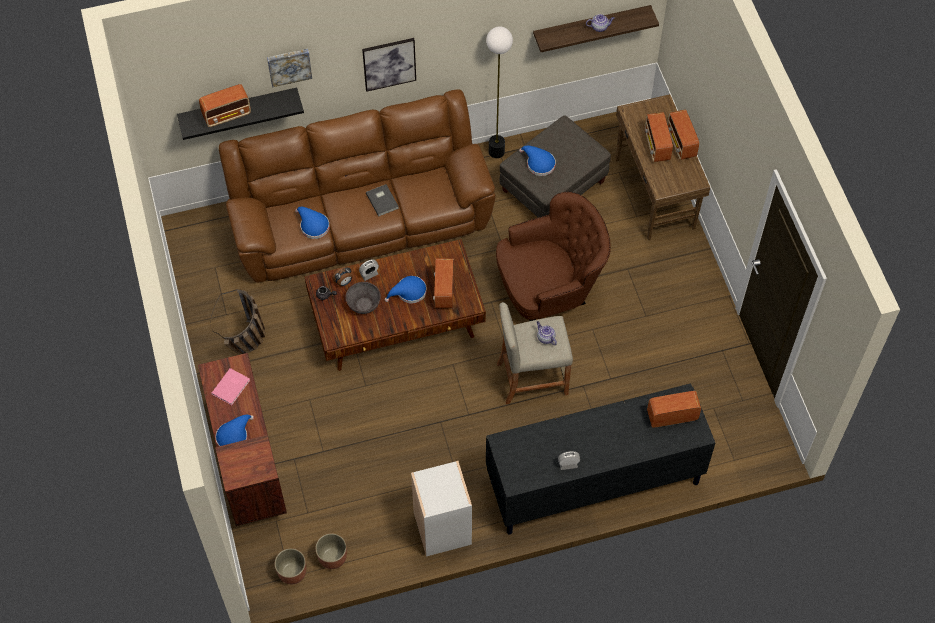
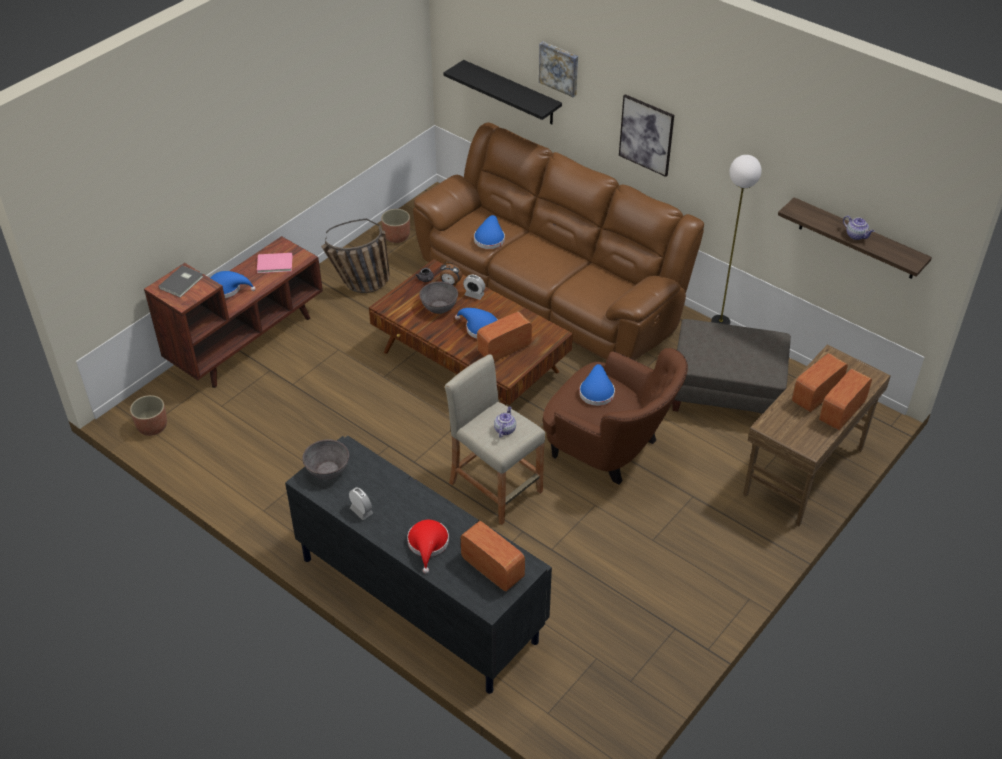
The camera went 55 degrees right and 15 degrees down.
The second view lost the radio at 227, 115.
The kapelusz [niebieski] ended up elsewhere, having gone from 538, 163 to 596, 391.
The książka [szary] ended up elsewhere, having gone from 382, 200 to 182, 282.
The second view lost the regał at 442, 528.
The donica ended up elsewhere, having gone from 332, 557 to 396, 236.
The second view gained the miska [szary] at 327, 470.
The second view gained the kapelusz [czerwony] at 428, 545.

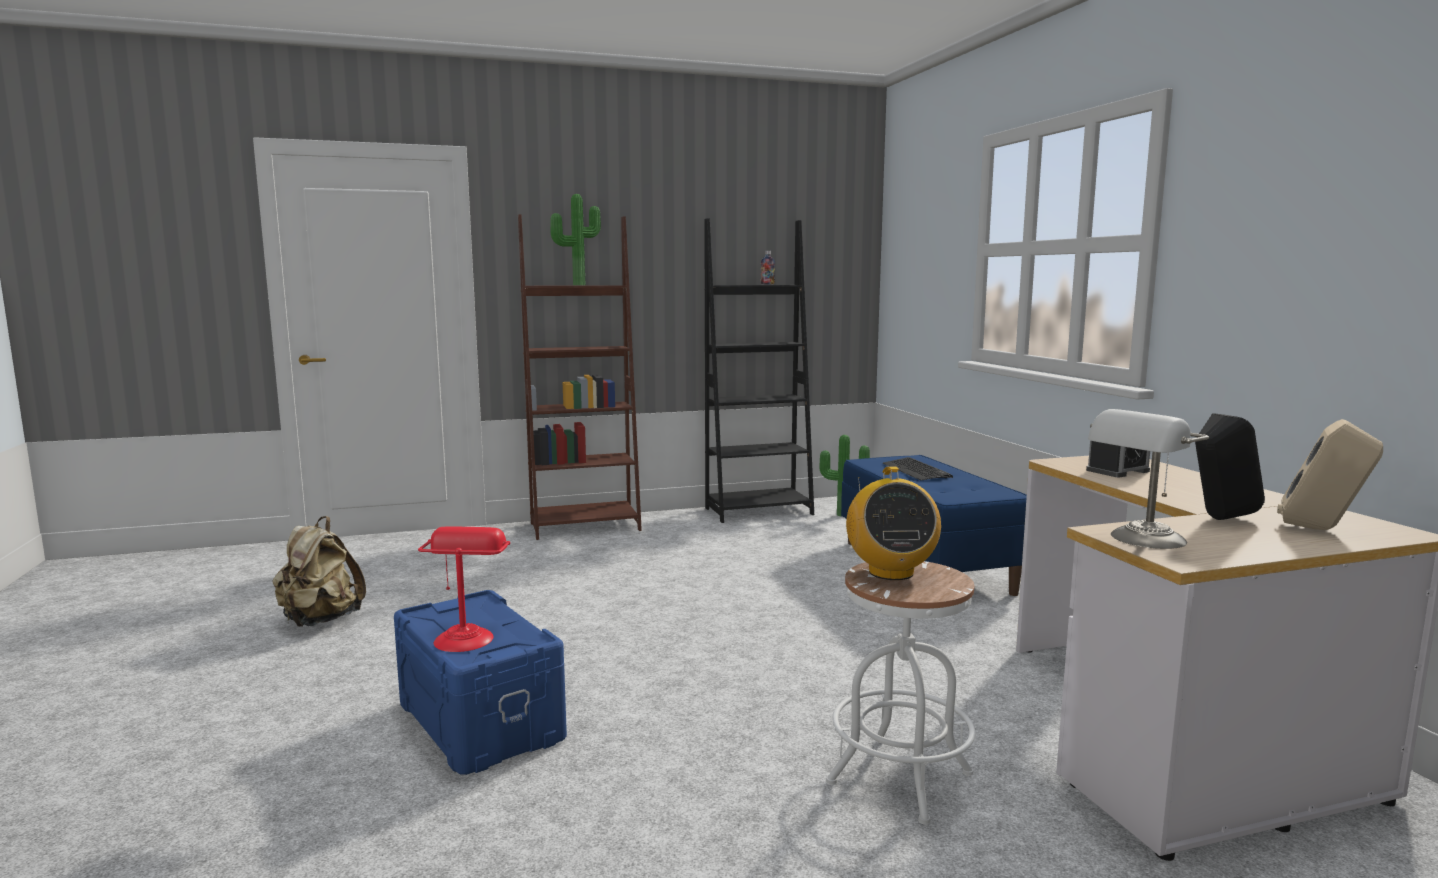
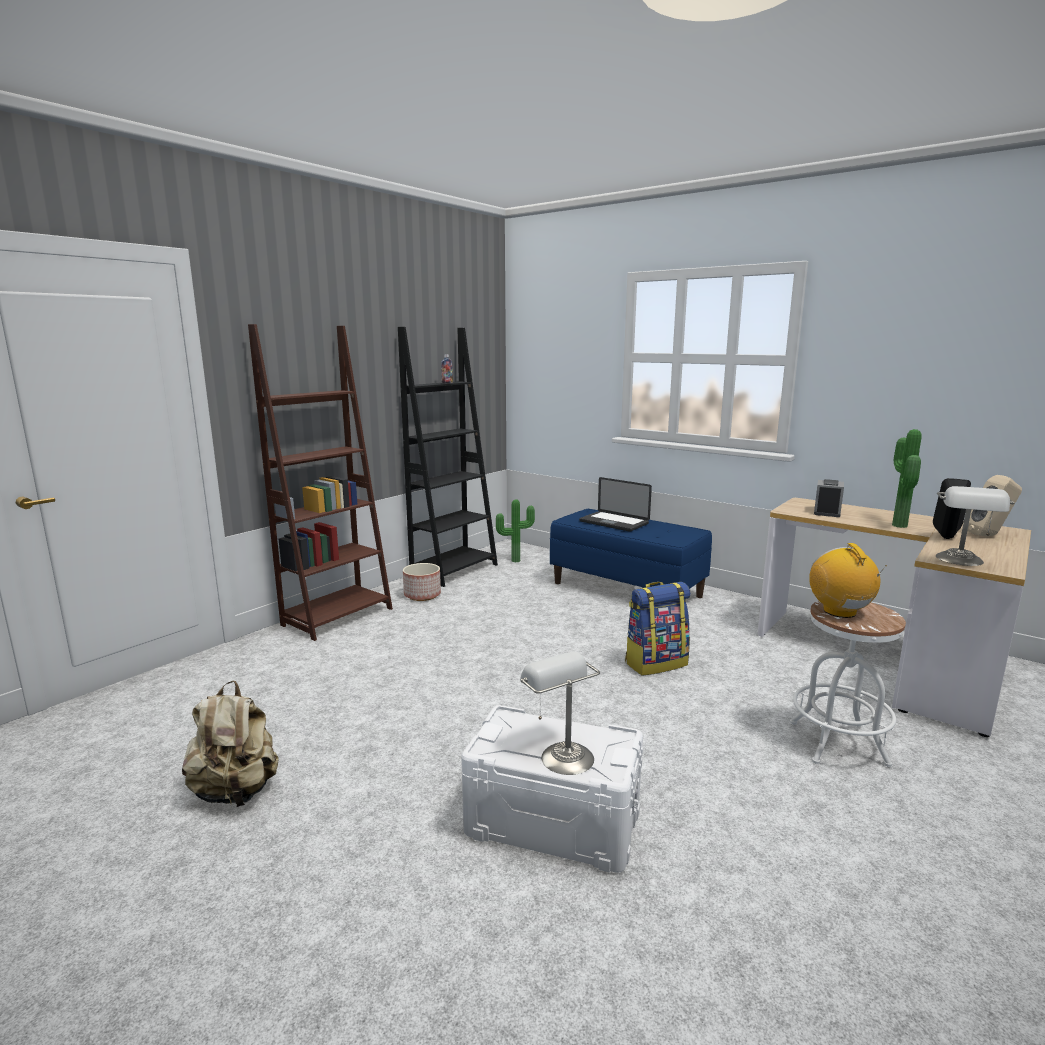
The camera went 35 degrees left and 5 degrees up.
The roślina doniczkowa ended up elsewhere, having gone from 577, 285 to 896, 525.
Where the klawiatura stood at 916, 471, the laptop came to stand at 613, 522.
The radio at 890, 572 ended up facing another way, 150 degrees counterclockwise from before.
What was the lampa stołowa [czerwony] at 466, 634 turned into the lampa stołowa [biały] at 559, 752.
What was the pojemnik do przechowywania [niebieski] at 482, 720 turned into the pojemnik do przechowywania [biały] at 553, 820.
The second view gained the donica at 423, 595.
The second view gained the plecak at 655, 663.

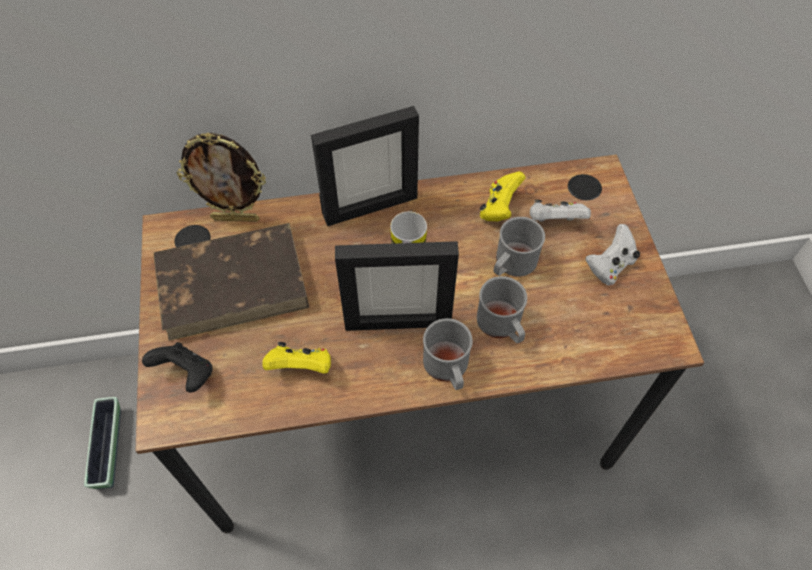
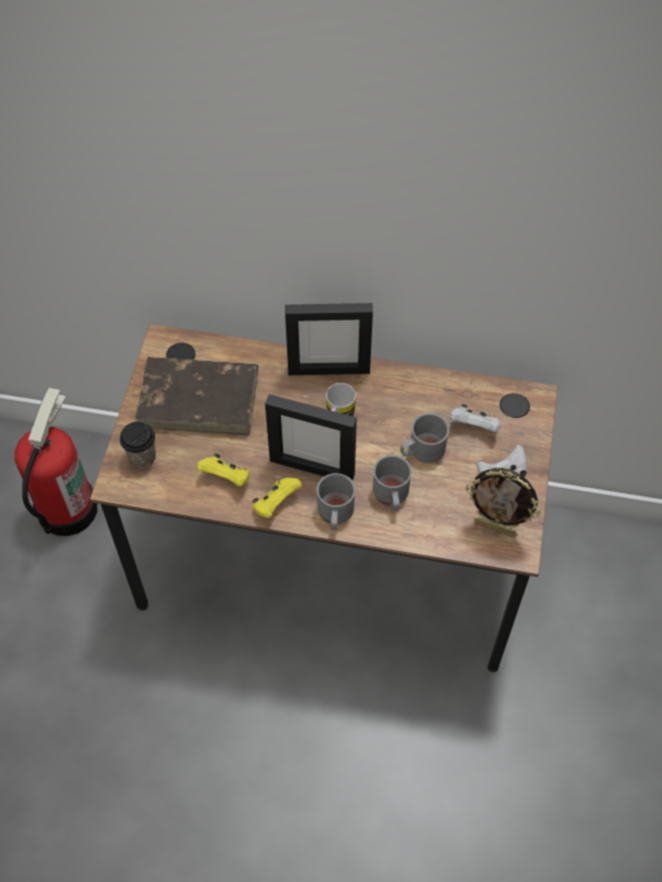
The camera went 20 degrees right and 0 degrees up.
The ramka na zdjęcie ended up elsewhere, having gone from 236, 218 to 495, 527.
The pad do gier [żółty] ended up elsewhere, having gone from 499, 208 to 275, 504.
Where the pad do gier [czarny] stood at 187, 374, the filiżanka came to stand at 142, 457.
Where the donica stood at 109, 448, the gaśnica came to stand at 66, 508.

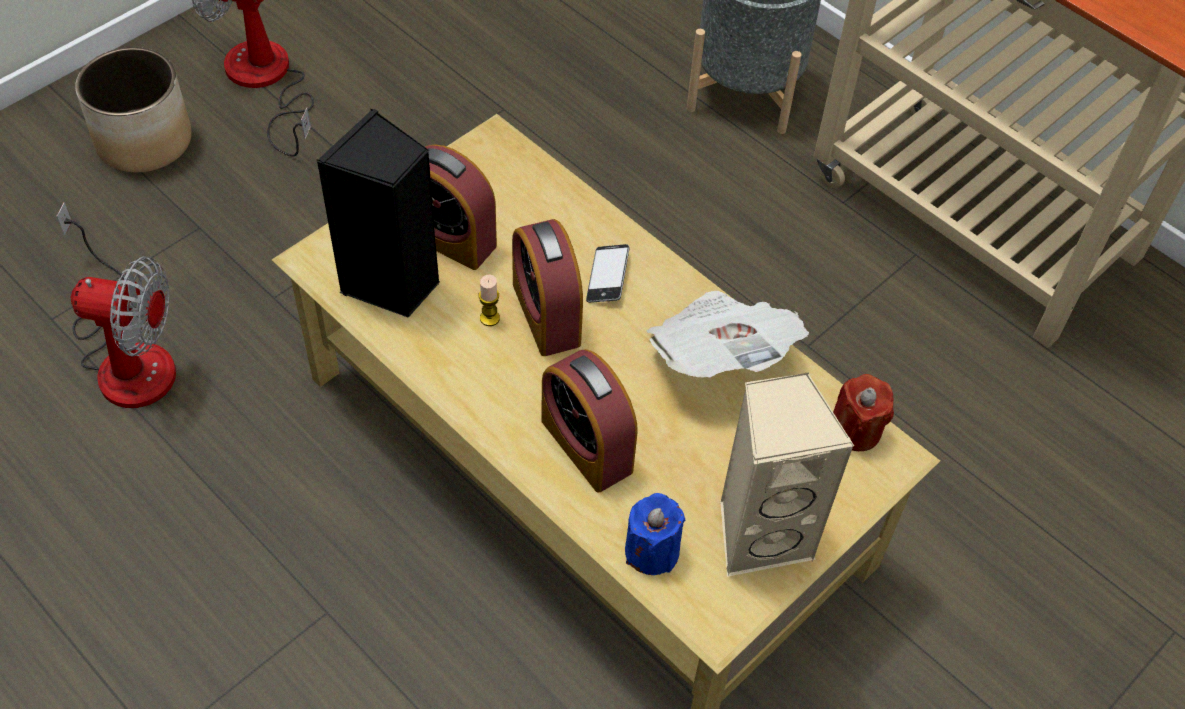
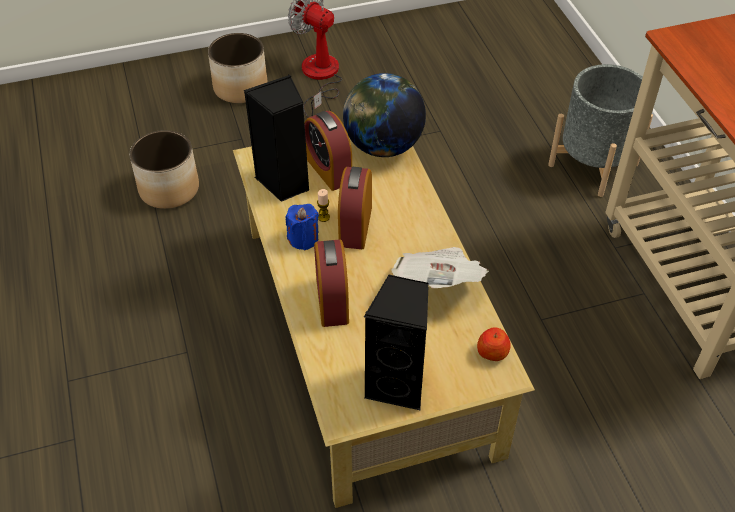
The camera went 30 degrees right and 5 degrees down.
Where the wentylator stood at 128, 355, the donica came to stand at 169, 188.
The second view lost the telefon at 607, 277.
What was the głośnik [beżowy] at 760, 533 turned into the głośnik [czarny] at 398, 384.
Where the świeca [czerwony] stood at 855, 430, the jabłko came to stand at 492, 352.
The świeca [niebieski] ended up elsewhere, having gone from 652, 551 to 303, 239.
The second view gained the globus at 383, 146.

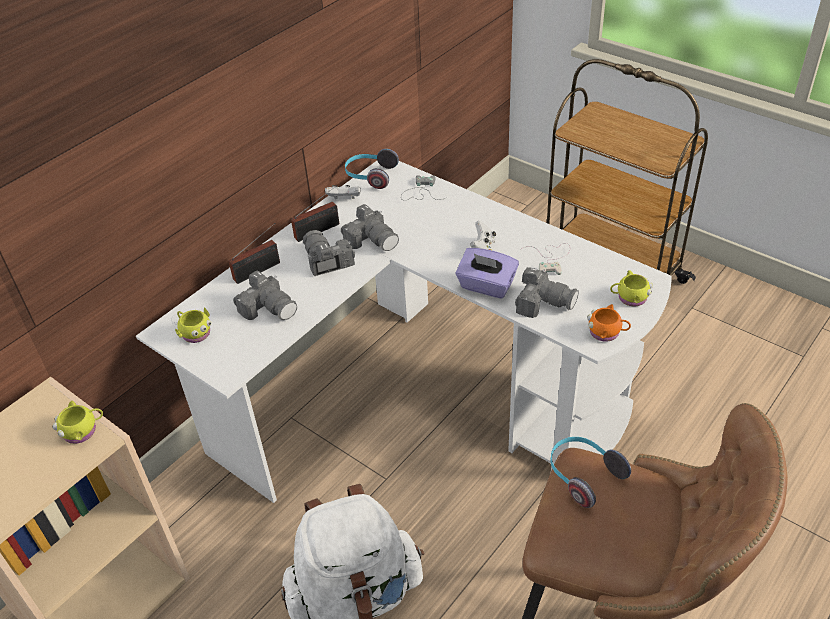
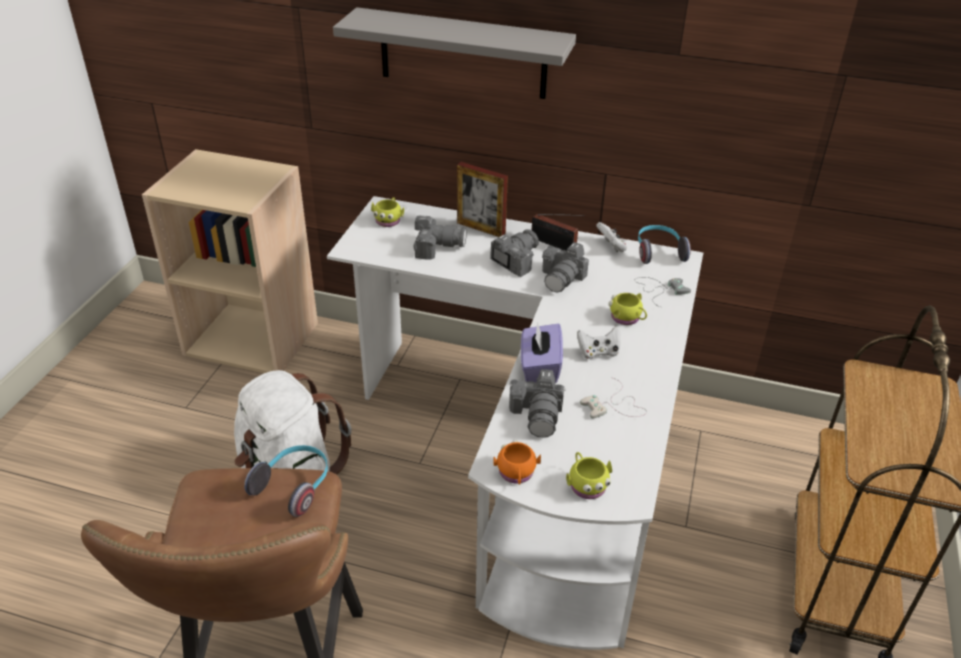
The camera went 65 degrees right and 5 degrees down.
Where the radio stood at 259, 270, the ramka na zdjęcie came to stand at 481, 229.
The aparat fotograficzny at 268, 308 ended up facing another way, 105 degrees counterclockwise from before.
The kubek [żółty] ended up elsewhere, having gone from 83, 430 to 627, 318.
The second view gained the półka [szary] at 463, 54.

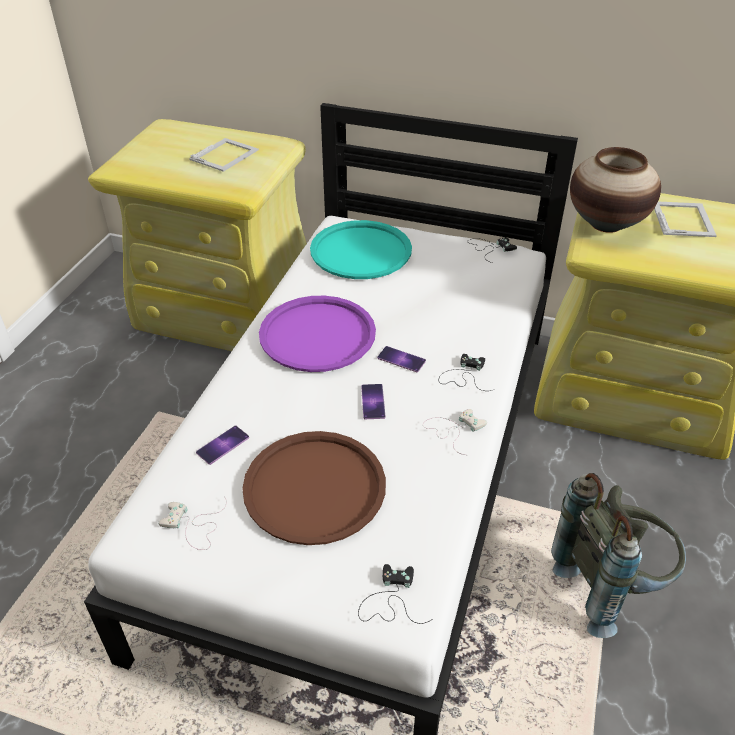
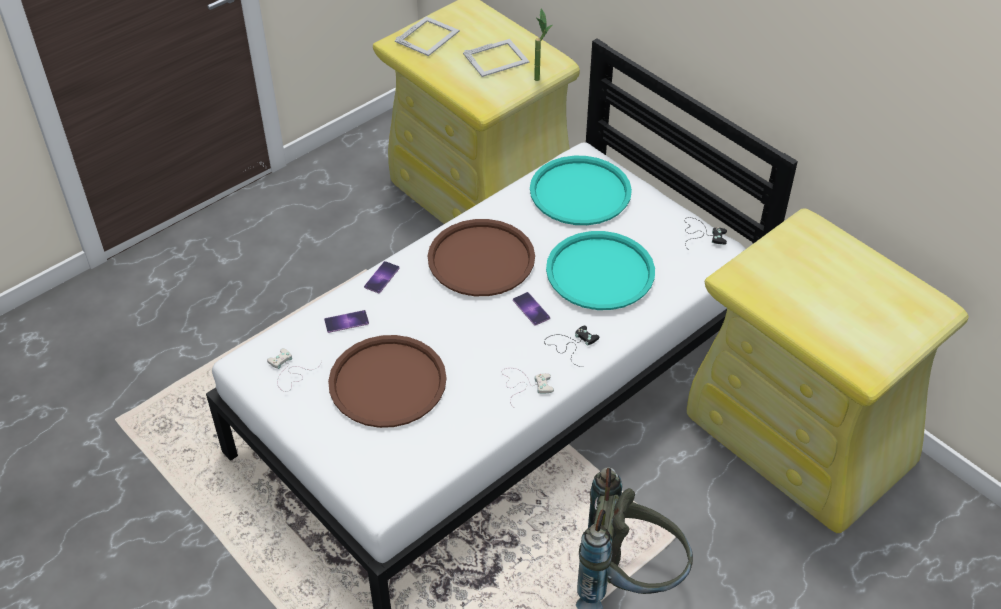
The camera went 30 degrees right and 5 degrees up.
The second view lost the wazon at 606, 224.
The ramka na zdjęcie ended up elsewhere, having gone from 683, 219 to 428, 36.
What was the taca [fioletowy] at 318, 334 turned into the taca [brązowy] at 481, 259.
The telefon ended up elsewhere, having gone from 373, 401 to 381, 277.
The second view lost the pad do gier [czarny] at 390, 600.
The second view gained the roślina doniczkowa at 539, 76.
The second view gained the taca [turkusowy] at 600, 272.

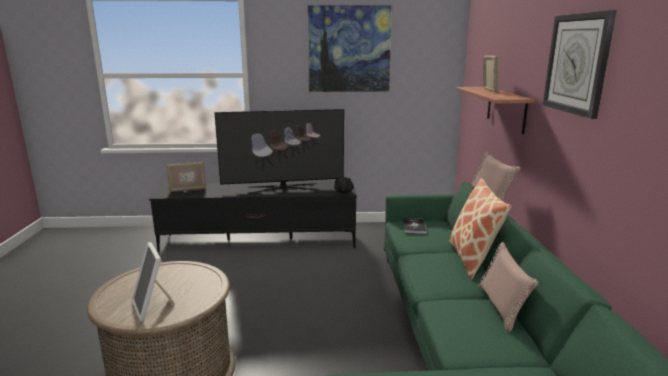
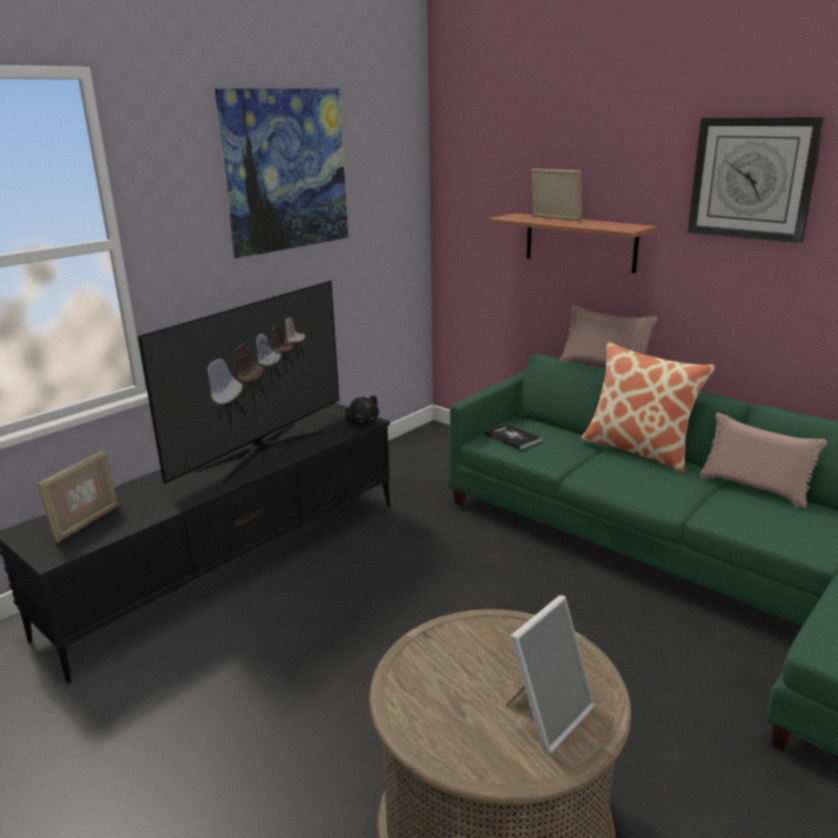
The camera went 45 degrees left and 5 degrees up.
The ramka na zdjęcie at 153, 307 ended up facing another way, 60 degrees counterclockwise from before.

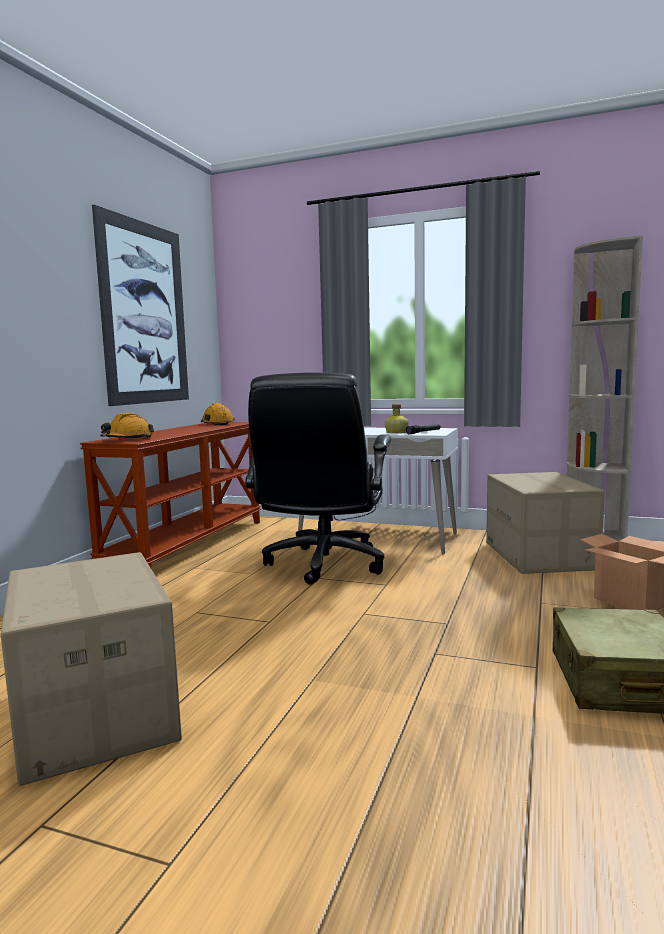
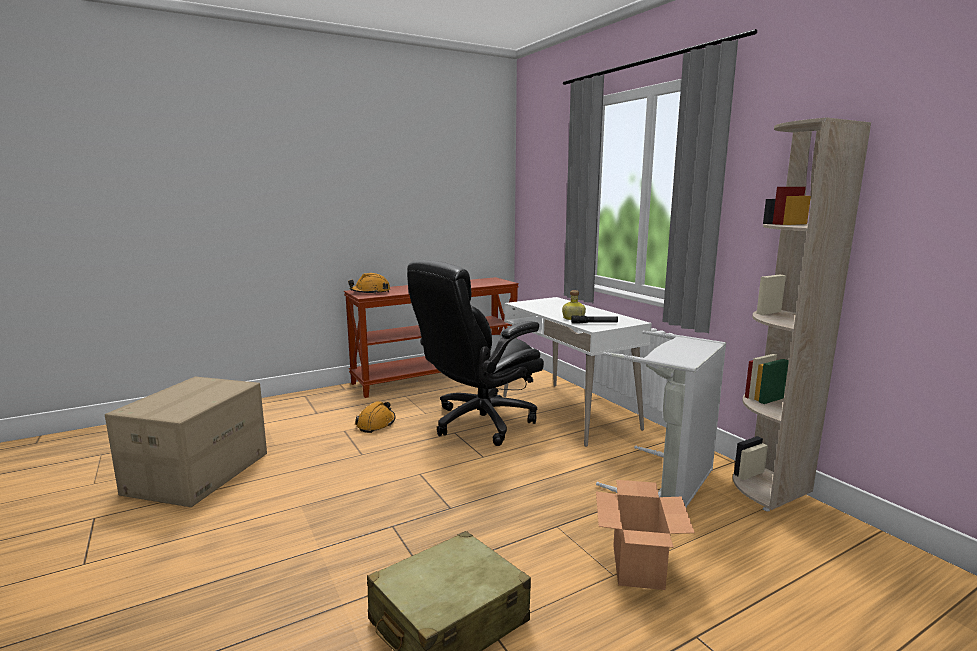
The camera went 40 degrees right and 5 degrees up.
The second view lost the obraz at 145, 313.
The kask [pomarańczowy] ended up elsewhere, having gone from 217, 423 to 376, 424.
Where the karton stood at 540, 556, the kosz na pranie [szary] came to stand at 669, 482.

